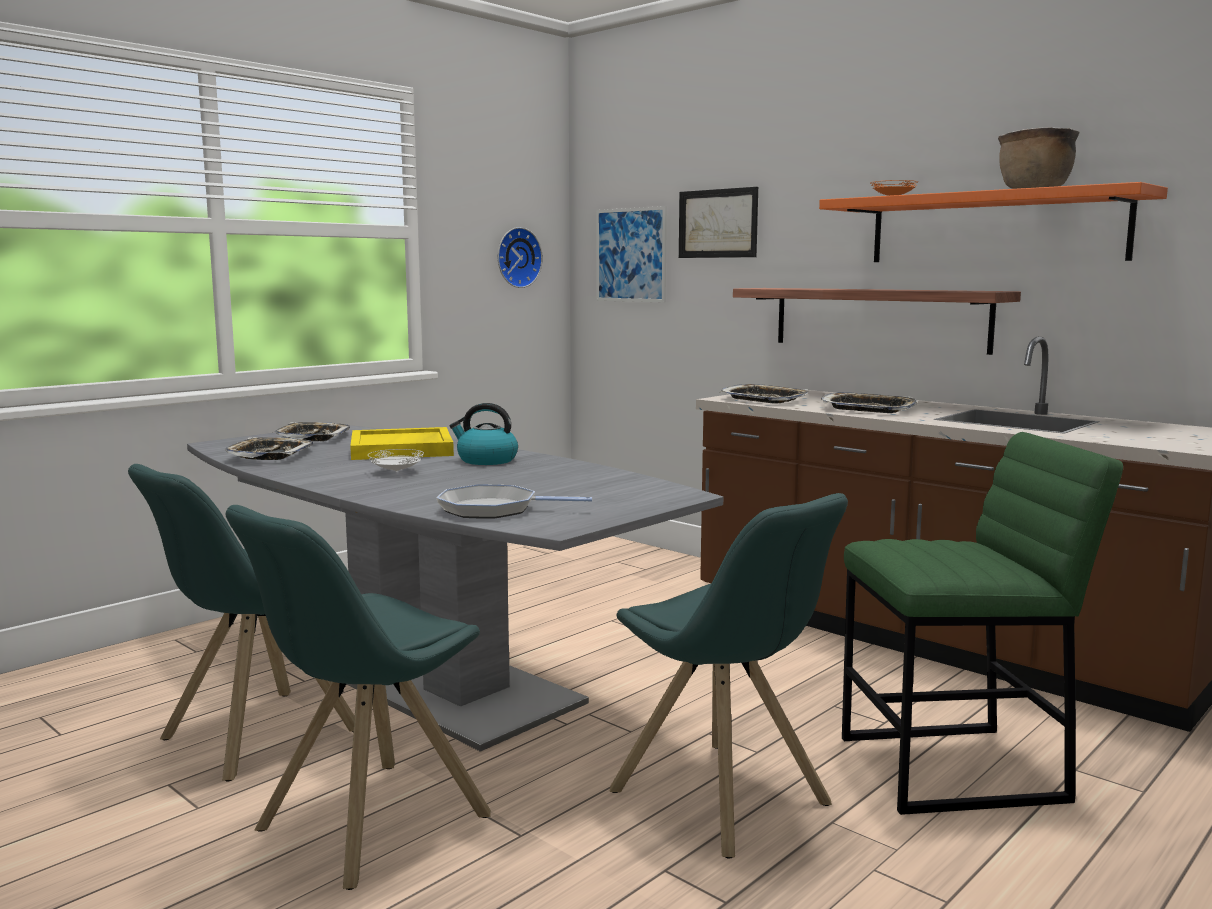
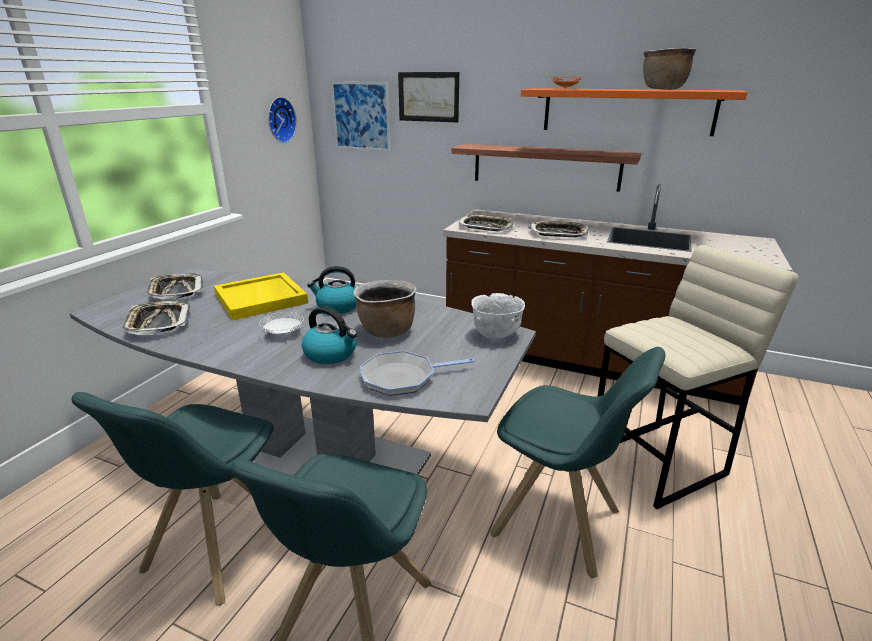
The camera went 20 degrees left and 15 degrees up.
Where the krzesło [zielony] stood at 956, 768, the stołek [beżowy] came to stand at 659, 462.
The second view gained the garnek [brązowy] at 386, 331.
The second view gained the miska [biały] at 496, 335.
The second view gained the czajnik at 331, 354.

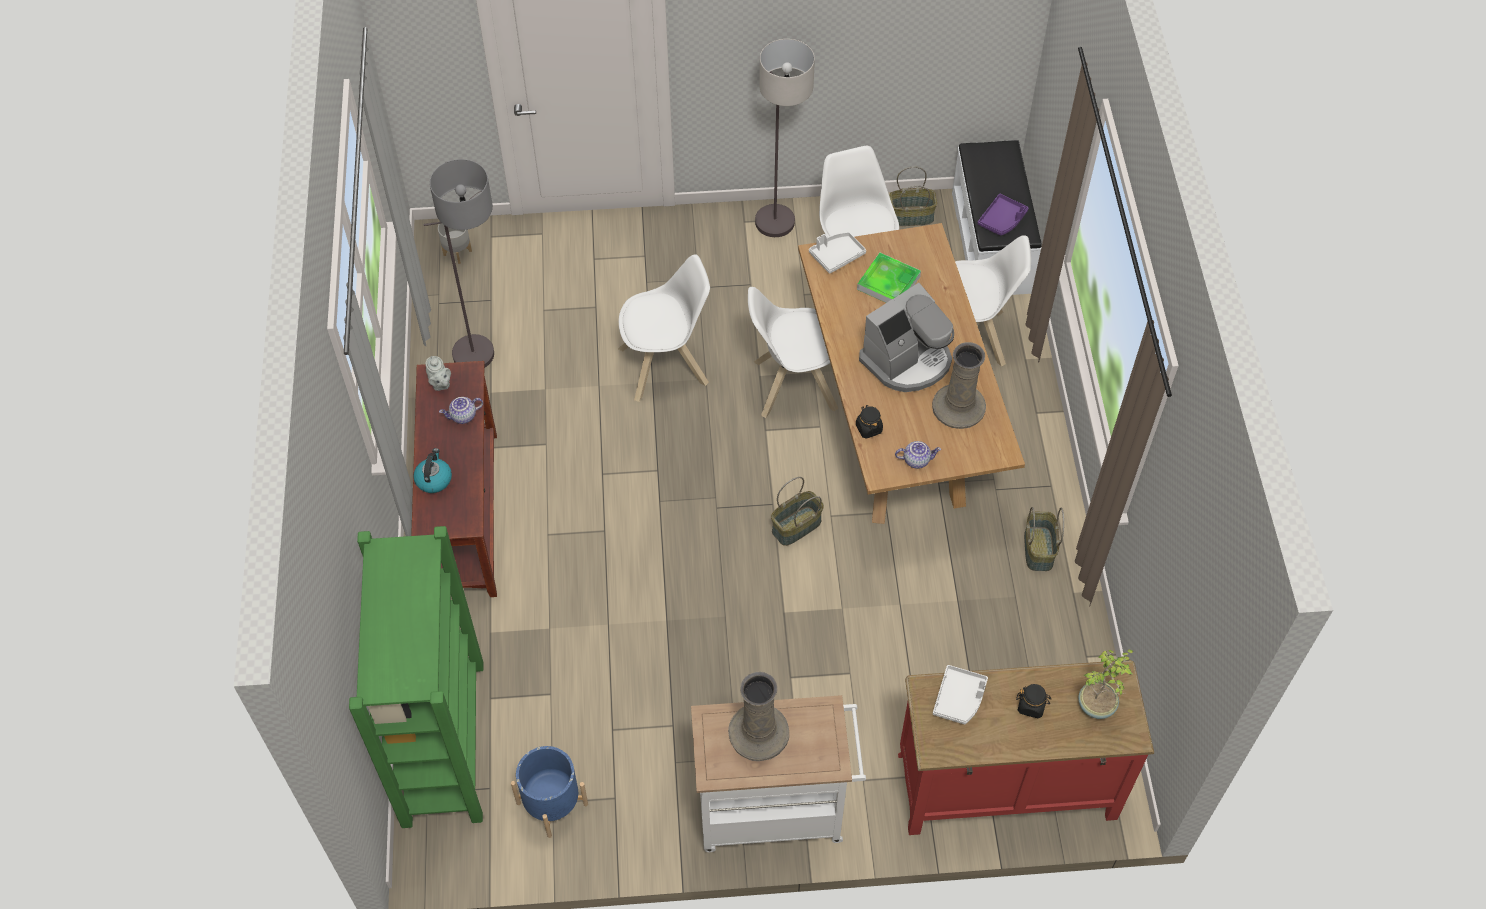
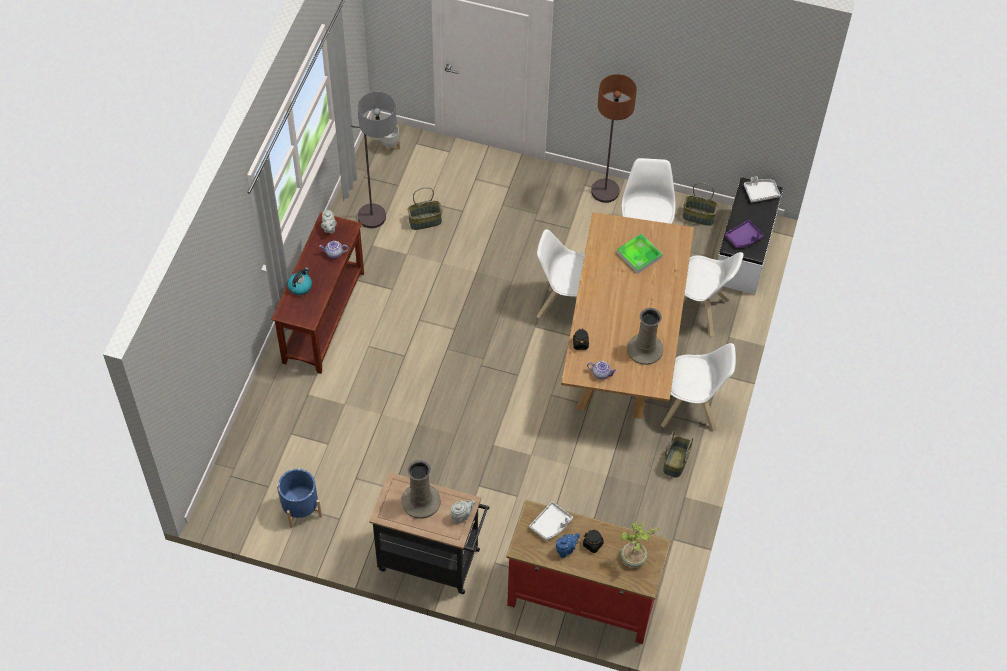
The camera went 20 degrees right and 0 degrees up.
What was the lampa stojąca [szary] at 779, 231 turned into the lampa stojąca [brązowy] at 605, 198.
The taca [biały] ended up elsewhere, having gone from 836, 255 to 761, 192.
The krzesło [biały] ended up elsewhere, having gone from 666, 365 to 691, 407.
The second view lost the ekspres do kawy at 907, 361.
The koszyk ended up elsewhere, having gone from 796, 527 to 425, 221.
The second view lost the regał [zielony] at 443, 742.
What was the wózek [biały] at 774, 810 turned into the wózek [czarny] at 432, 561.
The second view gained the imbryk [szary] at 462, 516.
The second view gained the imbryk [niebieski] at 566, 549.

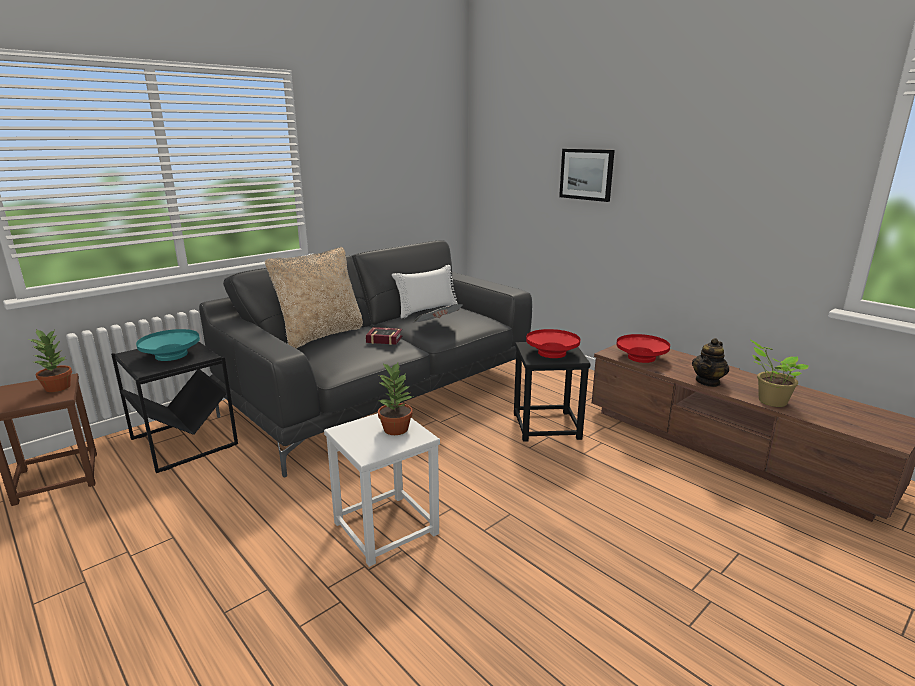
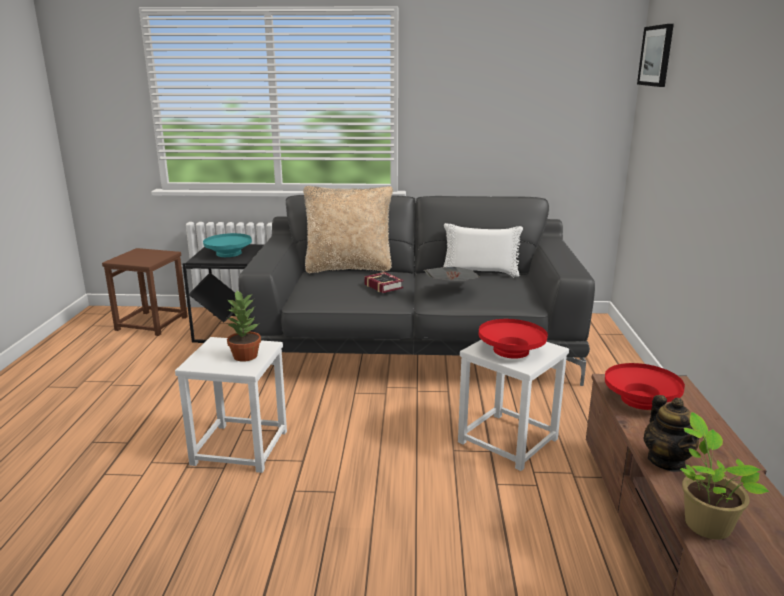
The camera went 45 degrees right and 0 degrees up.
The obraz ended up elsewhere, having gone from 586, 174 to 656, 56.
The second view lost the roślina doniczkowa at 58, 387.
The imbryk at 708, 382 ended up facing another way, 90 degrees counterclockwise from before.
What was the stołek [czarny] at 546, 426 turned into the stołek [biały] at 507, 441.

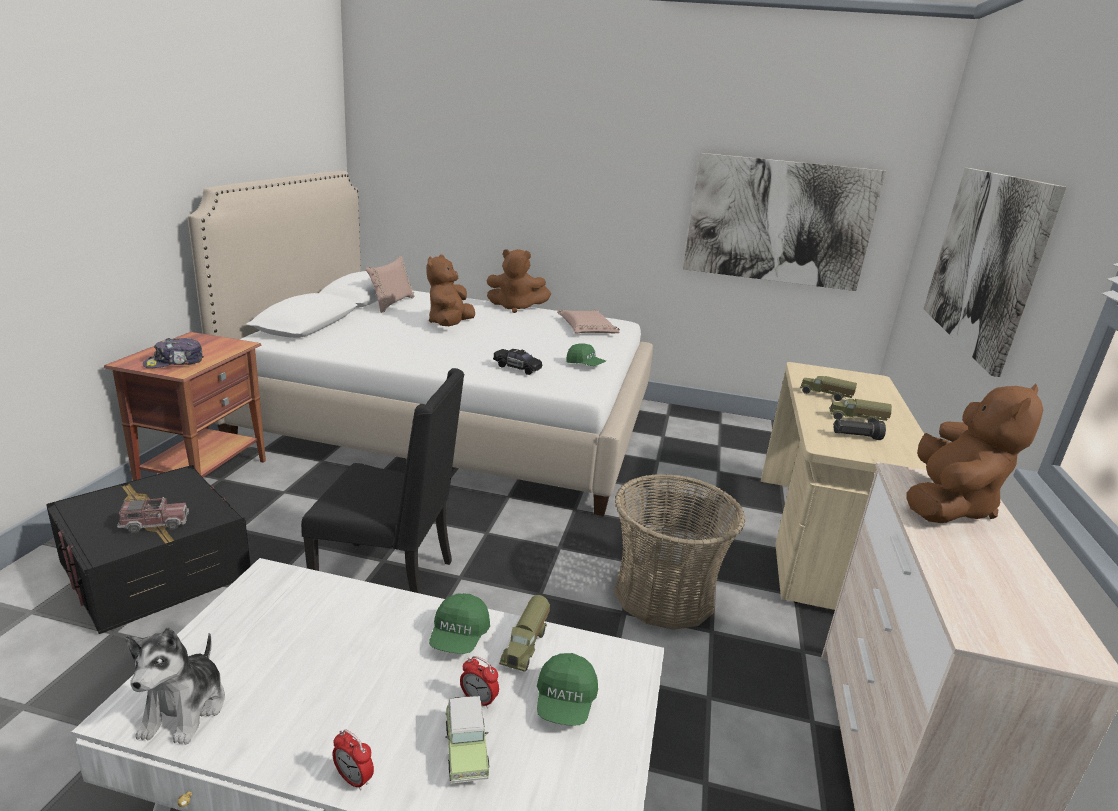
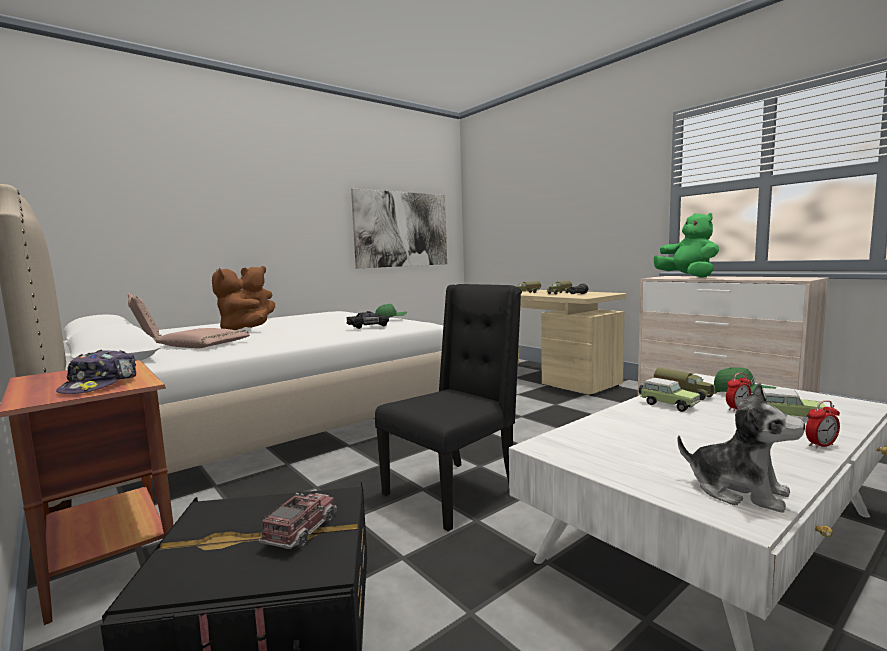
The camera went 50 degrees left and 15 degrees down.
The second view lost the obraz at 984, 260.
The poduszka [beżowy] ended up elsewhere, having gone from 586, 327 to 201, 344.
What was the pluszak [brązowy] at 947, 505 turned into the pluszak [zielony] at 688, 277.
The second view lost the koszyk at 664, 594.
Where the czapka z daszkiem [zielony] stood at 459, 637, the samochodzik came to stand at 667, 405.

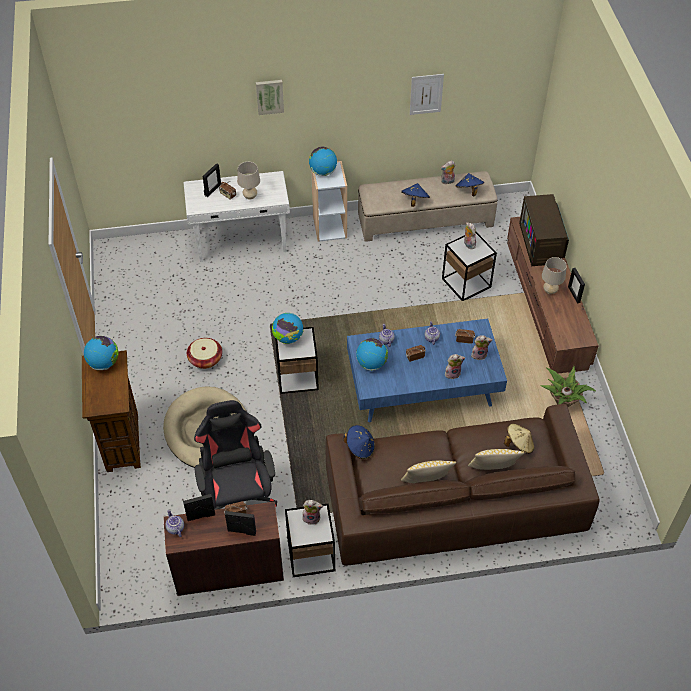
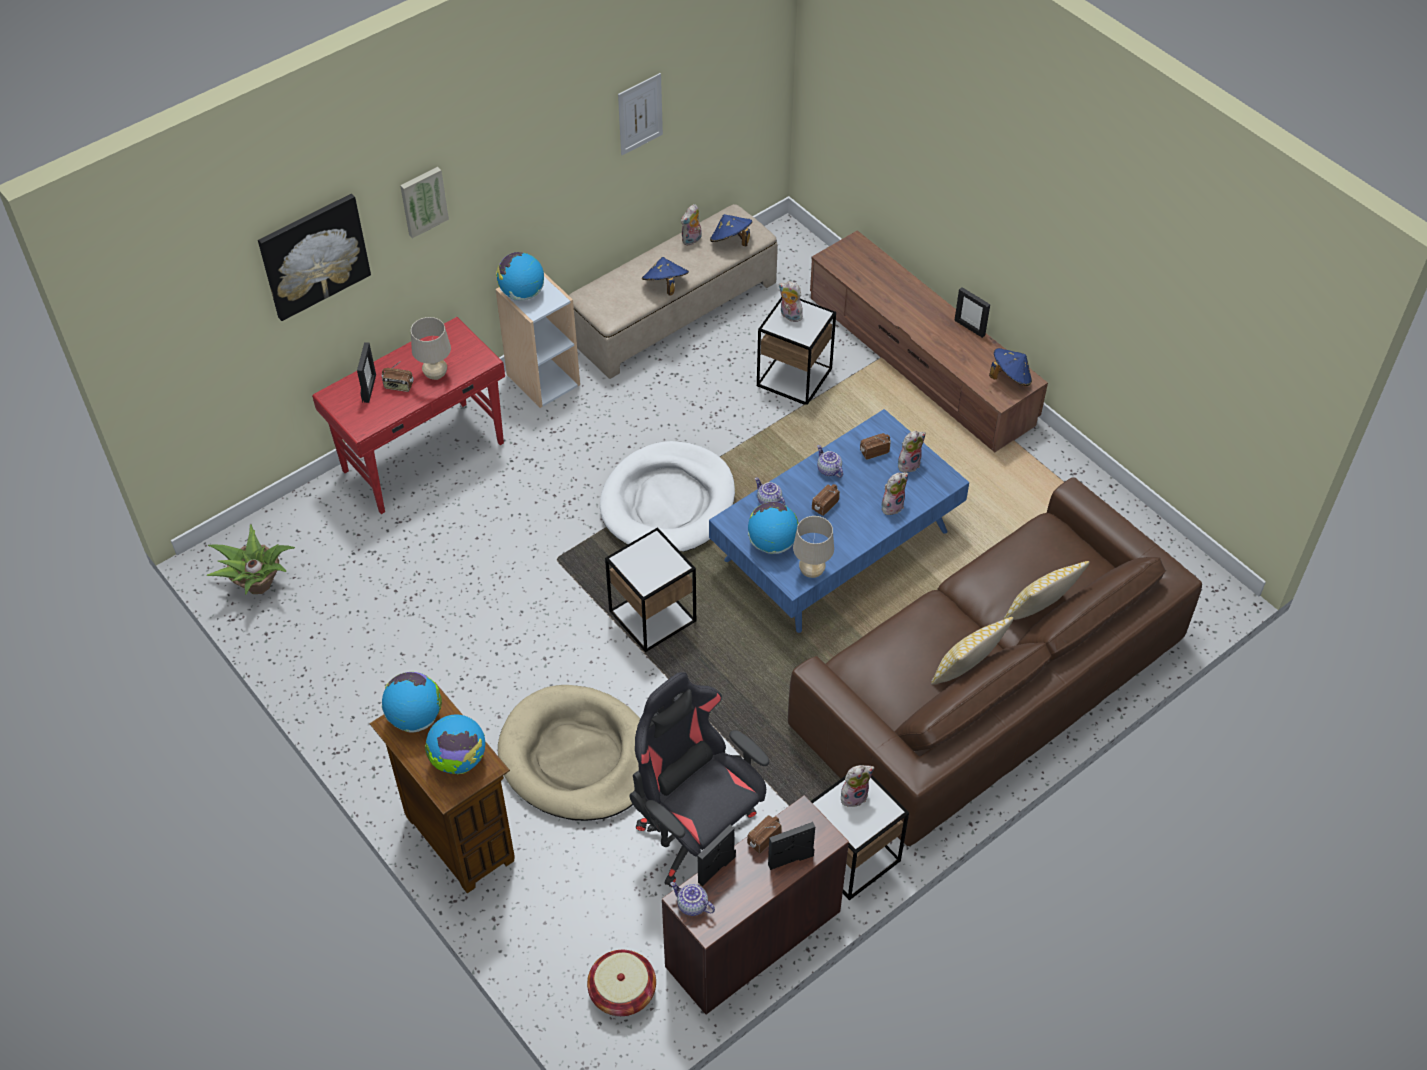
The camera went 30 degrees left and 0 degrees up.
What was the stolik konsolowy [biały] at 241, 241 turned into the stolik konsolowy [czerwony] at 424, 456.
The second view lost the telewizor at 541, 243.
The lampa stołowa [beżowy] ended up elsewhere, having gone from 550, 291 to 811, 571.
The globus ended up elsewhere, having gone from 288, 338 to 458, 760.
The koszyk ended up elsewhere, having gone from 205, 359 to 622, 991.
The roślina doniczkowa ended up elsewhere, having gone from 562, 401 to 257, 584.
The second view lost the kapelusz [beżowy] at 519, 444.
The kapelusz [niebieski] ended up elsewhere, having gone from 360, 448 to 1010, 377.
The second view gained the obraz at 314, 255.
The second view gained the legowisko [biały] at 668, 502.

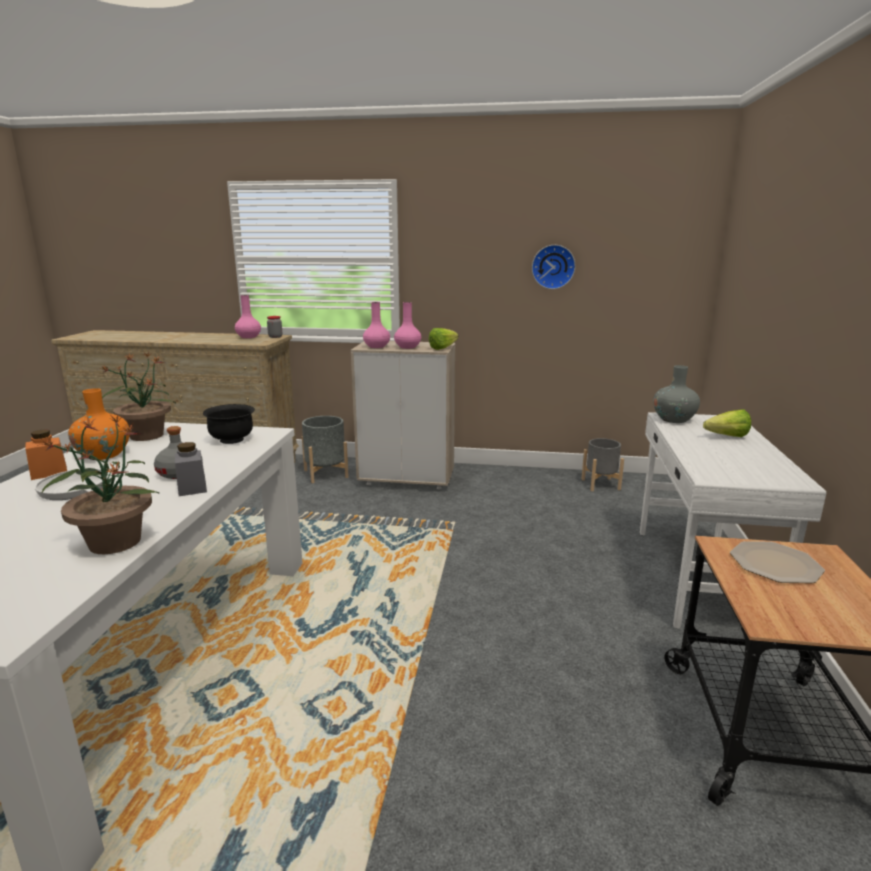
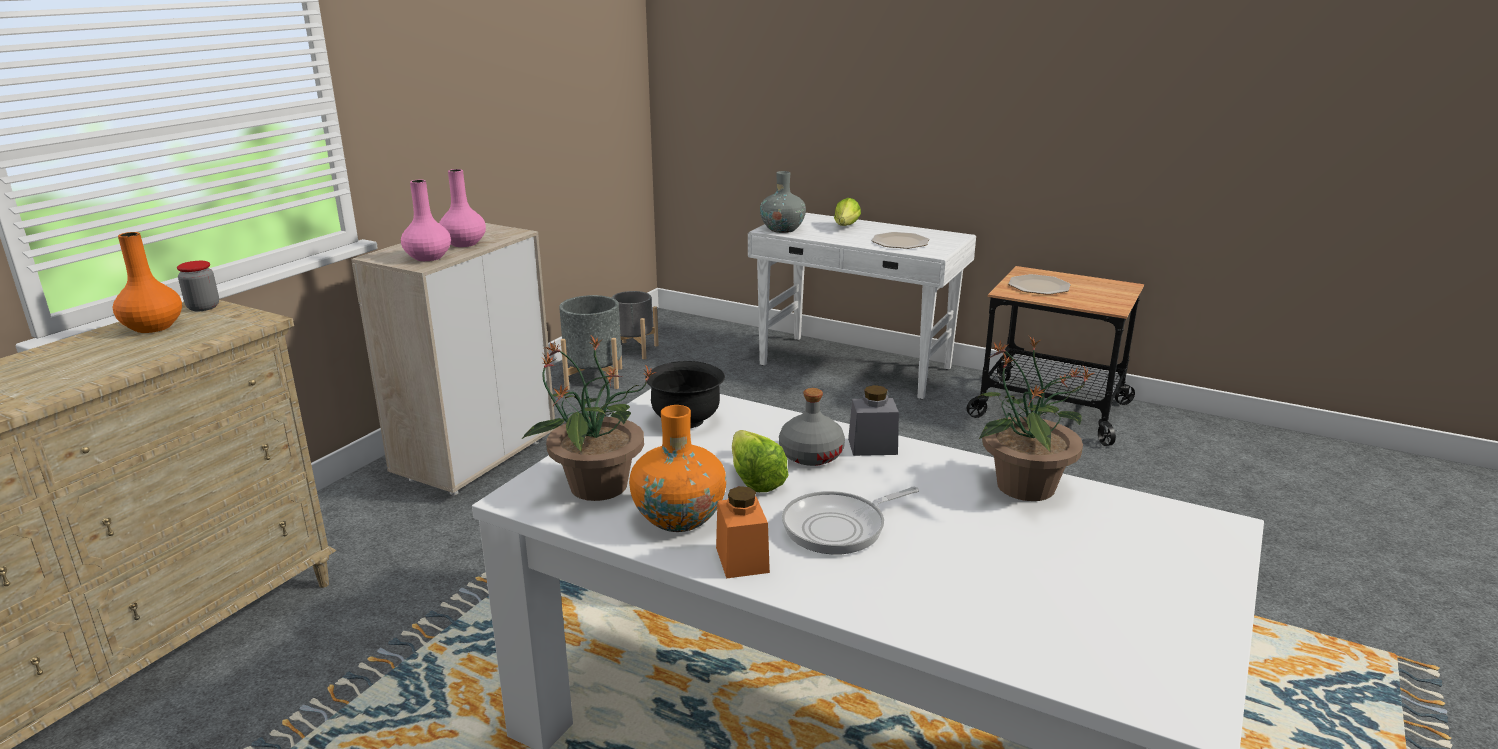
The camera went 70 degrees left and 5 degrees up.
The second view lost the zegar ścienny at 553, 266.
What was the wazon [różowy] at 248, 337 turned into the wazon [pomarańczowy] at 152, 327.
The sałata ended up elsewhere, having gone from 445, 348 to 754, 477.
The donica [szary] ended up elsewhere, having gone from 326, 474 to 594, 378.
The second view gained the talerz at 900, 242.

